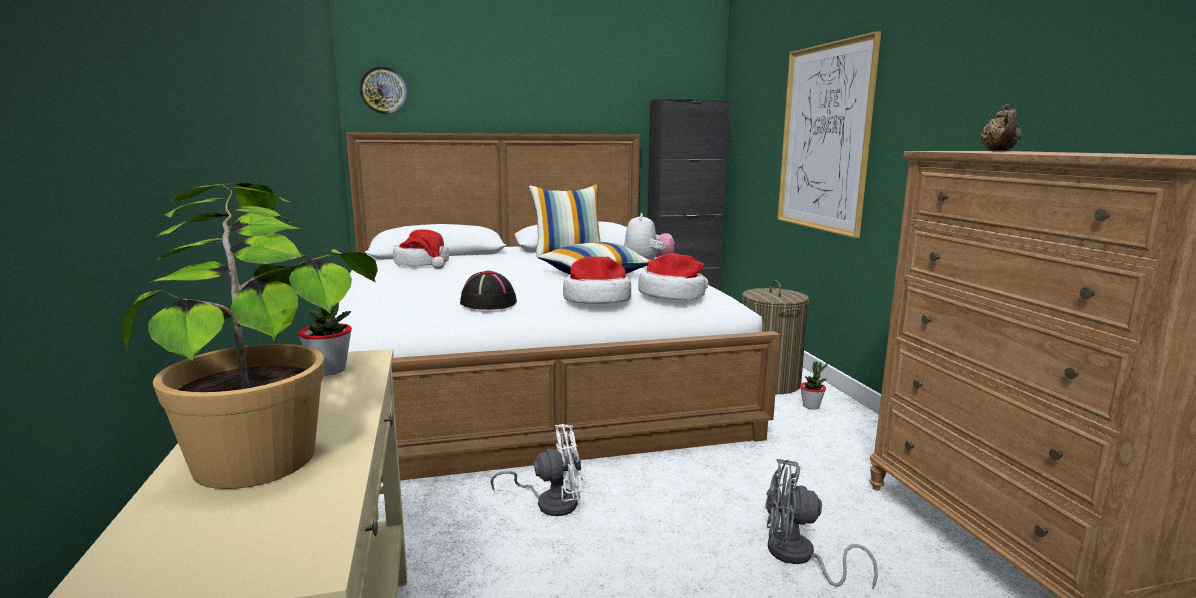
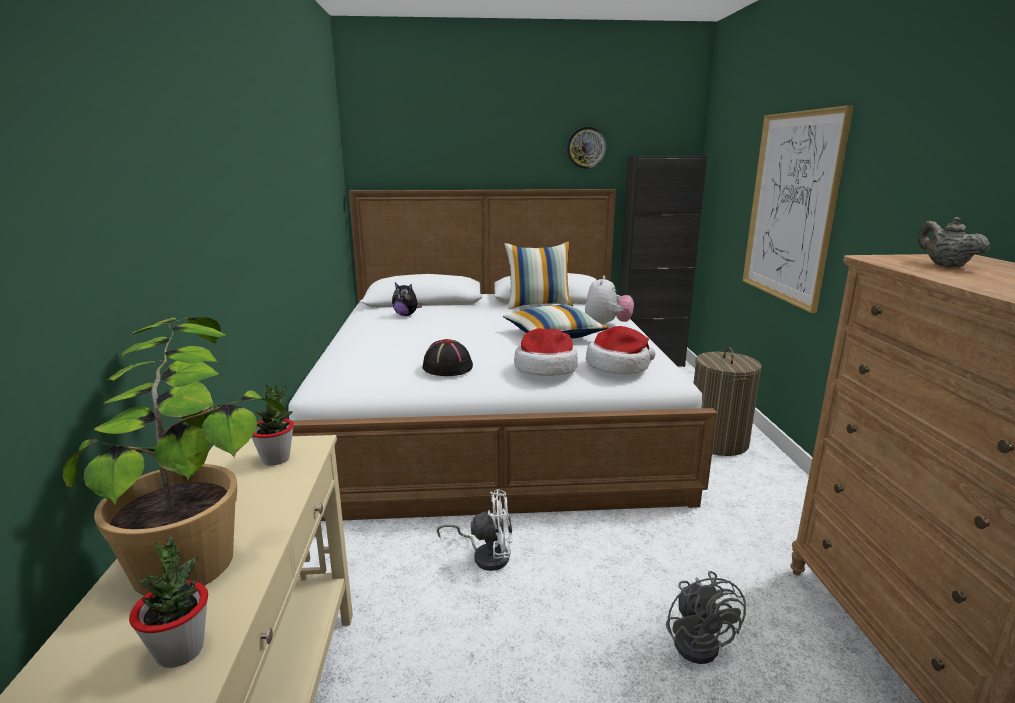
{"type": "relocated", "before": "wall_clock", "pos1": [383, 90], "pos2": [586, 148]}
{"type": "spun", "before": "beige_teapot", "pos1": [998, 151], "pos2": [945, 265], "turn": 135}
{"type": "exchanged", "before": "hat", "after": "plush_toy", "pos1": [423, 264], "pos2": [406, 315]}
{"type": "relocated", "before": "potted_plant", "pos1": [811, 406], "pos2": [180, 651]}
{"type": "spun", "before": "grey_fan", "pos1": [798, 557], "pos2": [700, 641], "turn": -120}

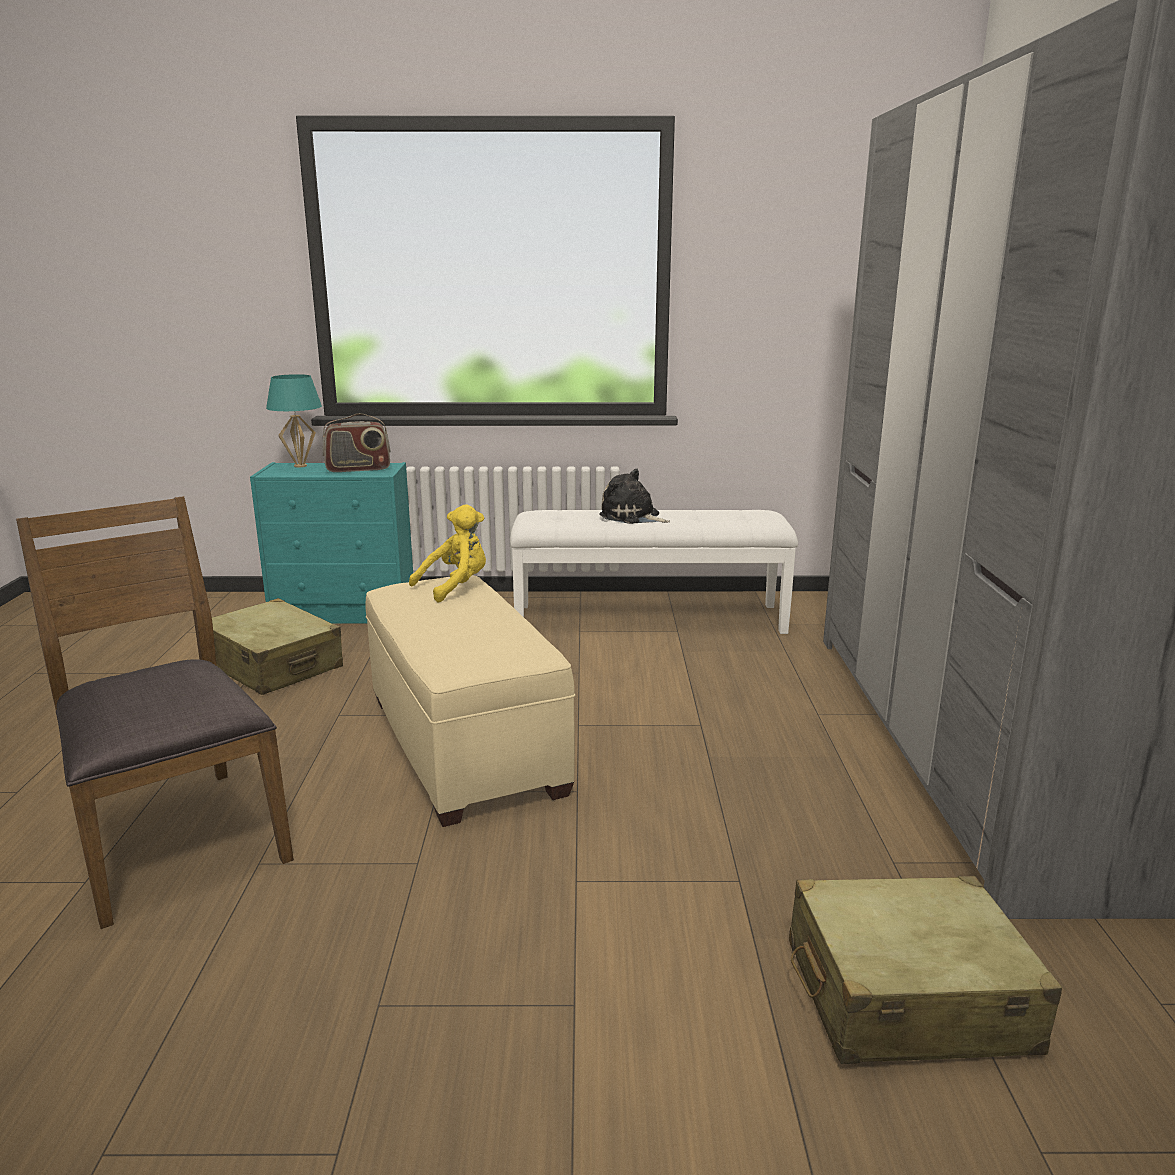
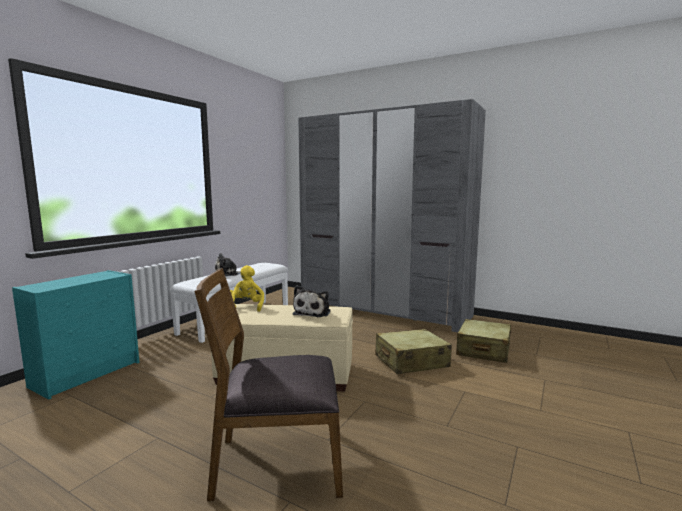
{"type": "missing", "before": "turquoise_table_lamp", "pos1": [300, 466]}
{"type": "missing", "before": "radio", "pos1": [358, 469]}
{"type": "relocated", "before": "beige_suitcase", "pos1": [273, 665], "pos2": [411, 362]}
{"type": "appeared", "after": "plush_toy", "pos2": [313, 312]}

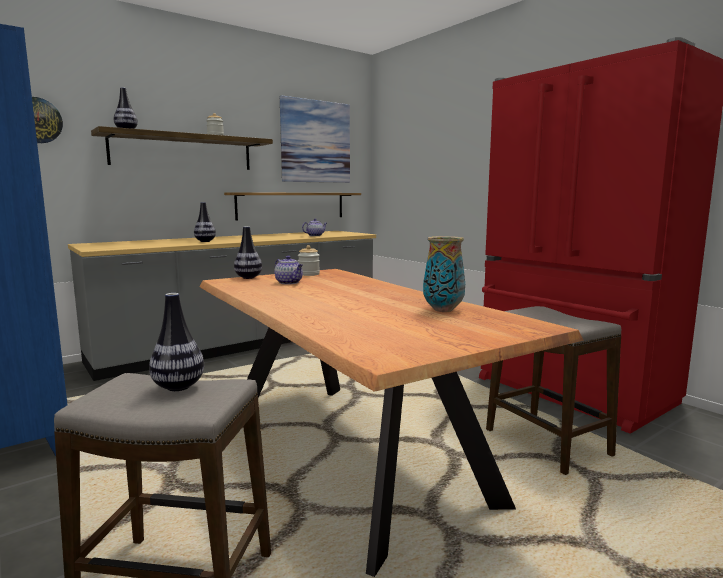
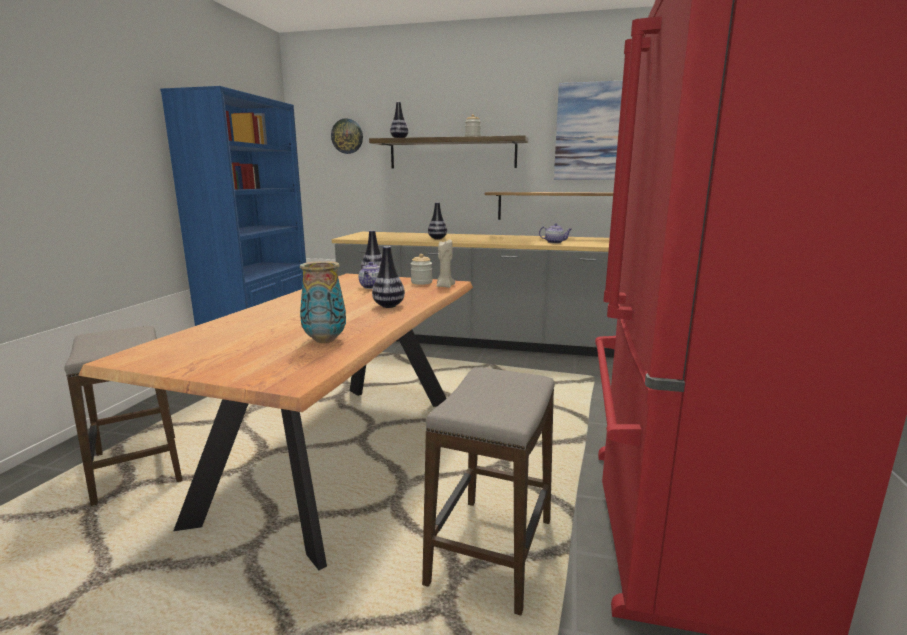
{"type": "relocated", "before": "vase", "pos1": [178, 387], "pos2": [389, 306]}
{"type": "appeared", "after": "beige_candle", "pos2": [445, 286]}

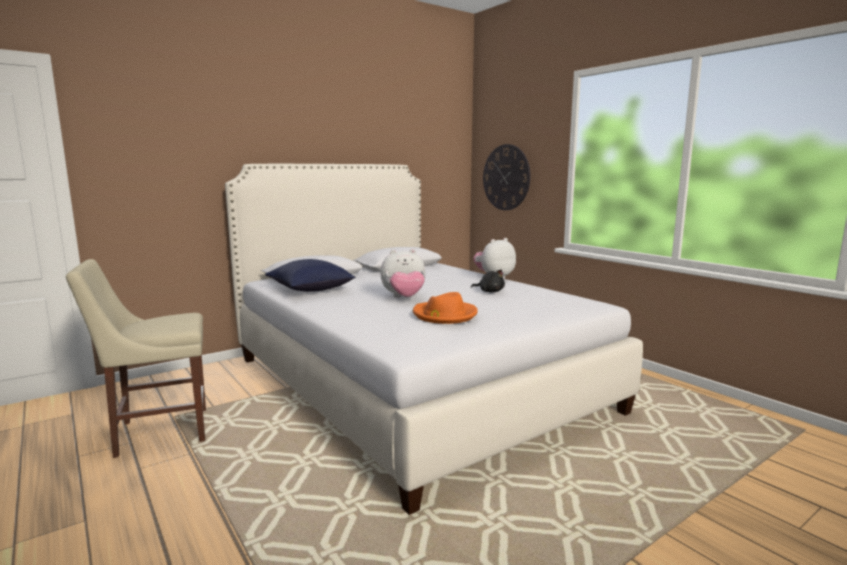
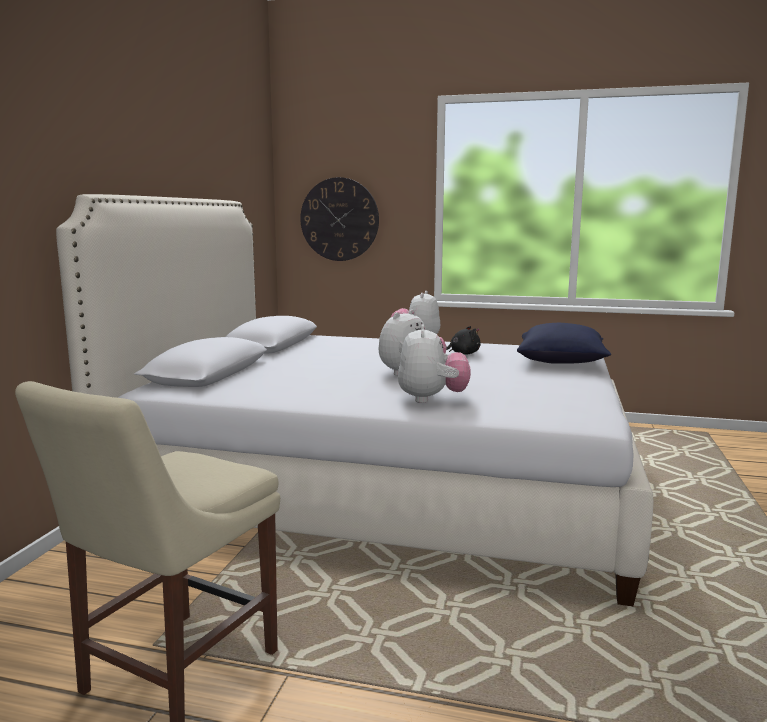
{"type": "relocated", "before": "blue_pillow", "pos1": [310, 290], "pos2": [561, 362]}
{"type": "missing", "before": "orange_hat", "pos1": [444, 315]}
{"type": "appeared", "after": "plush_toy", "pos2": [432, 399]}

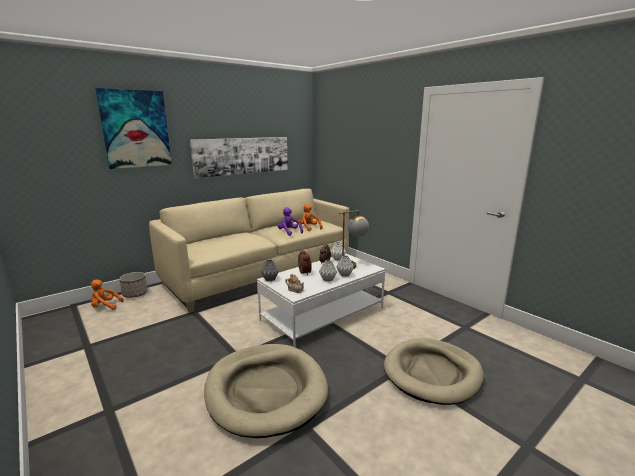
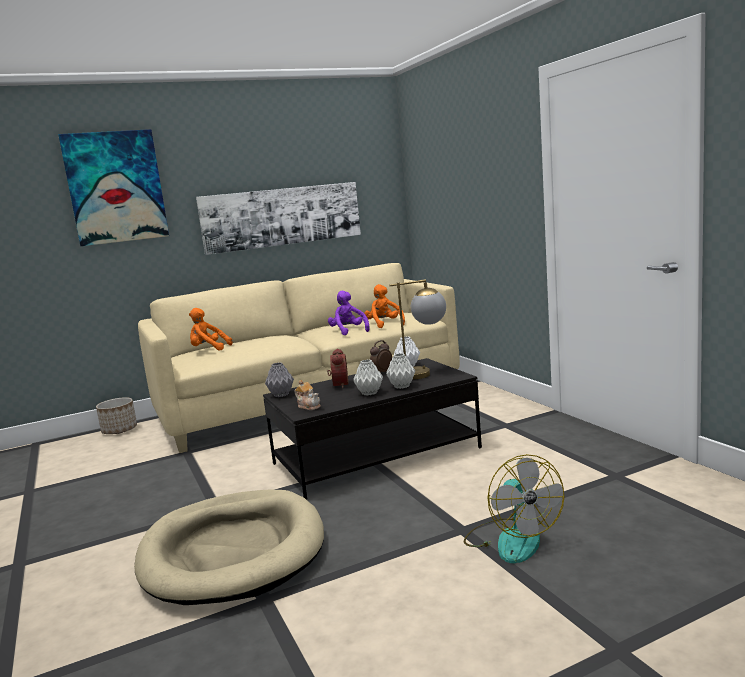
{"type": "colour", "before": "white_coffee_table", "after": "black_coffee_table", "pos1": [323, 314], "pos2": [376, 456]}
{"type": "relocated", "before": "orange_plush_toy", "pos1": [105, 306], "pos2": [208, 349]}
{"type": "exchanged", "before": "beige_dog_bed", "after": "fan", "pos1": [432, 373], "pos2": [511, 539]}

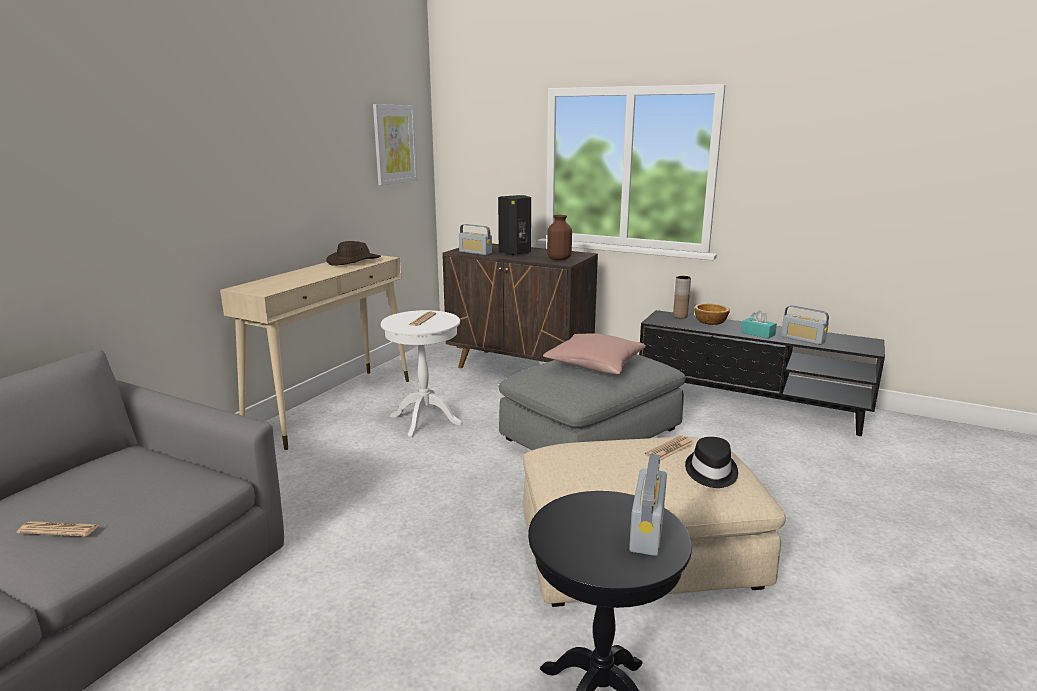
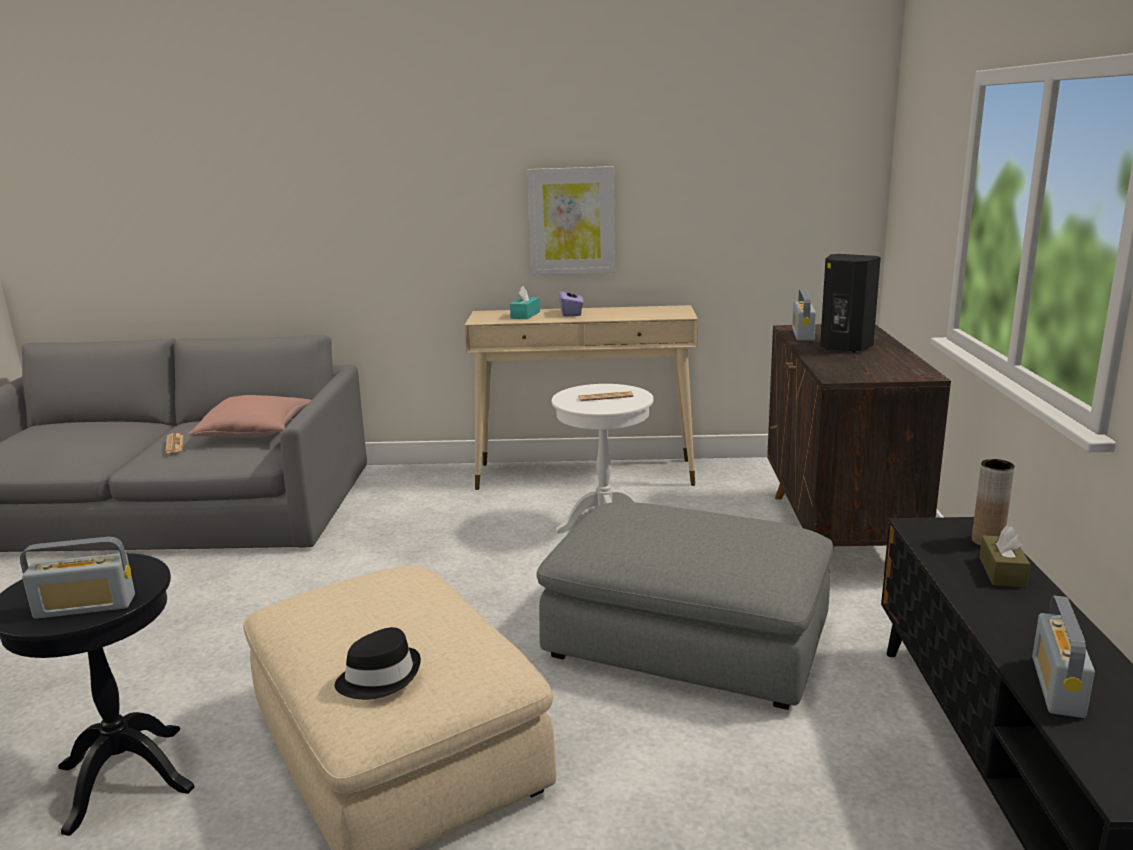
{"type": "relocated", "before": "picture", "pos1": [395, 144], "pos2": [572, 221]}
{"type": "missing", "before": "brown_vase", "pos1": [559, 259]}
{"type": "missing", "before": "brown_hat", "pos1": [354, 261]}
{"type": "exchanged", "before": "bowl", "after": "brown_tissue_box", "pos1": [709, 322], "pos2": [1002, 572]}
{"type": "relocated", "before": "turquoise_tissue_box", "pos1": [758, 334], "pos2": [525, 315]}
{"type": "relocated", "before": "pink_pillow", "pos1": [594, 365], "pos2": [255, 431]}
{"type": "missing", "before": "newspaper", "pos1": [669, 449]}
{"type": "appeared", "after": "purple_tissue_box", "pos2": [571, 313]}

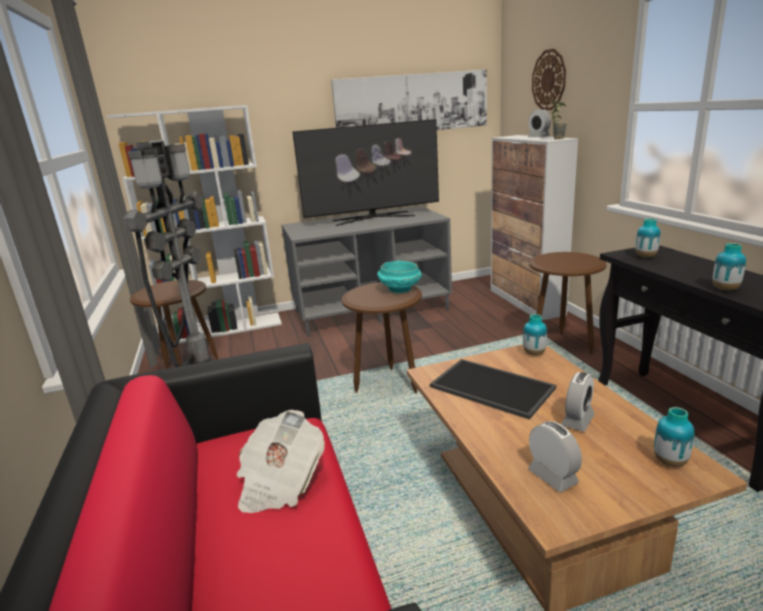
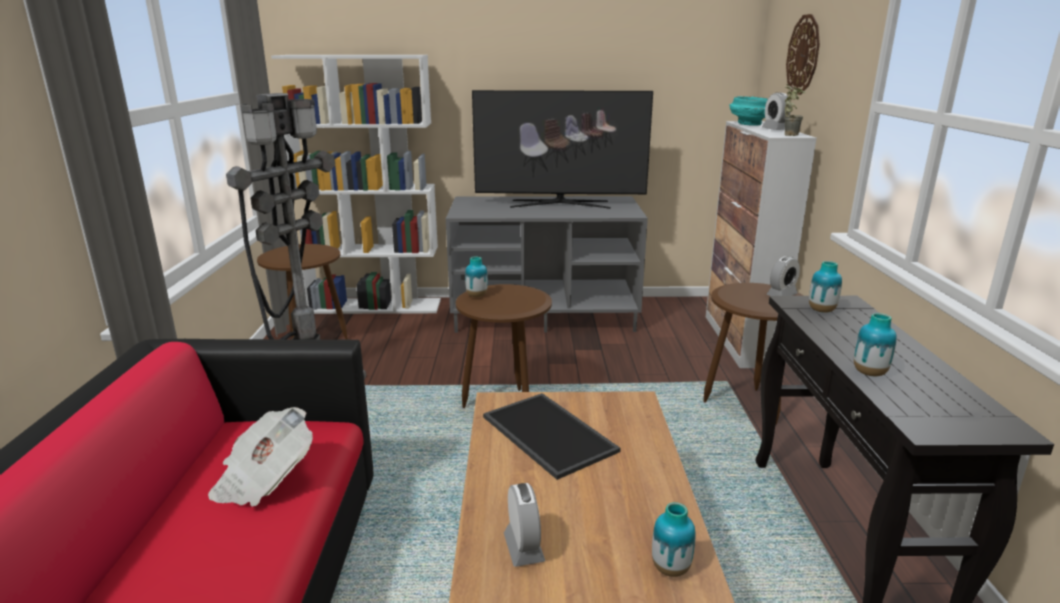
{"type": "missing", "before": "picture", "pos1": [412, 103]}
{"type": "relocated", "before": "turquoise_bowl", "pos1": [400, 289], "pos2": [749, 124]}
{"type": "relocated", "before": "vase", "pos1": [534, 353], "pos2": [476, 296]}
{"type": "relocated", "before": "alarm_clock", "pos1": [577, 420], "pos2": [781, 295]}

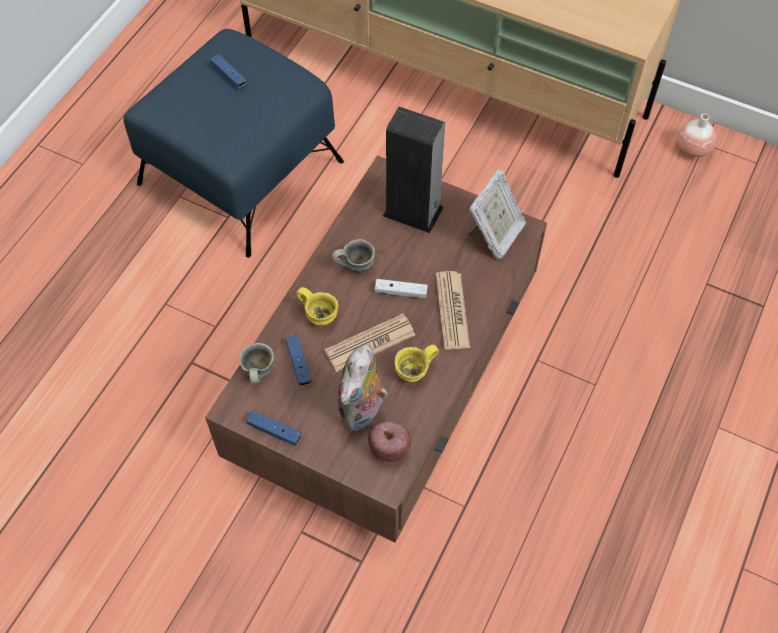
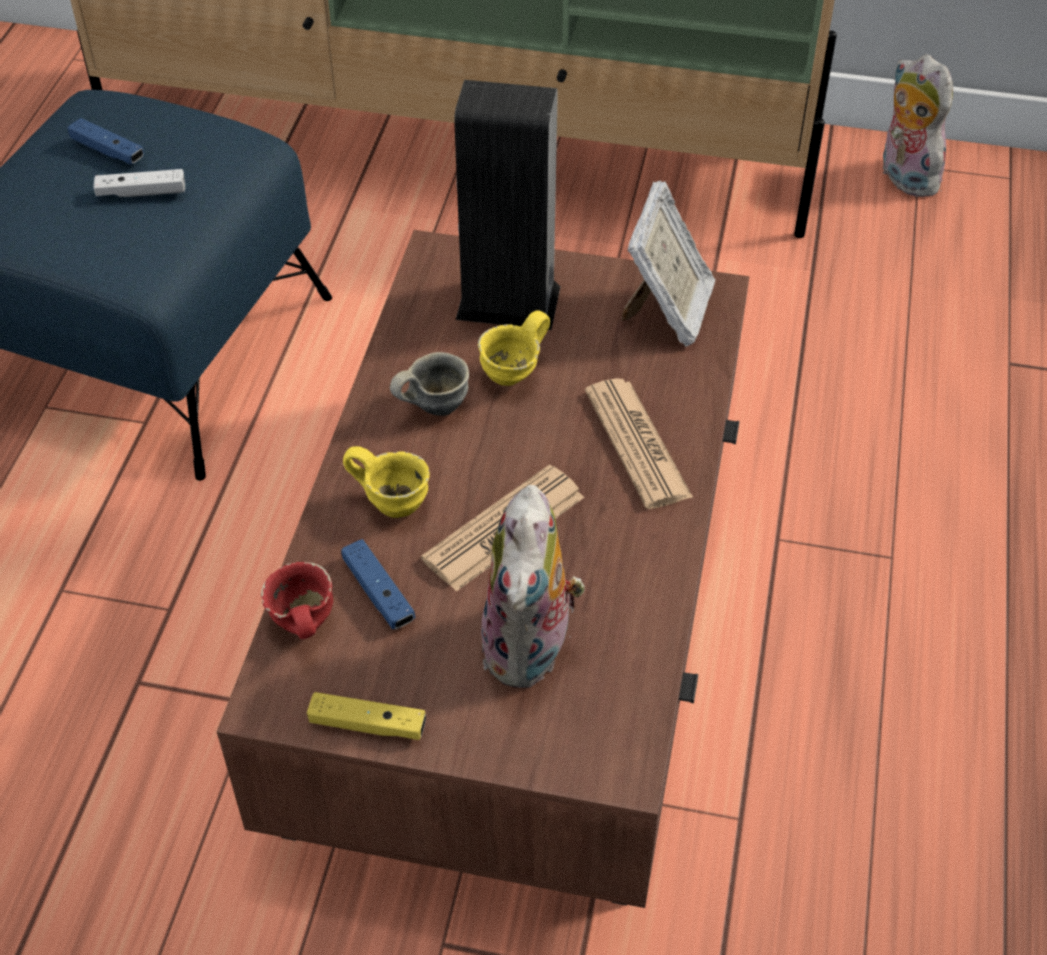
{"type": "exchanged", "before": "vase", "after": "plush_toy", "pos1": [692, 149], "pos2": [903, 177]}
{"type": "relocated", "before": "white_game_controller", "pos1": [401, 292], "pos2": [141, 192]}
{"type": "colour", "before": "grey_mug", "after": "red_mug", "pos1": [257, 373], "pos2": [300, 627]}
{"type": "relocated", "before": "yellow_mug", "pos1": [415, 373], "pos2": [515, 376]}
{"type": "colour", "before": "blue_game_controller", "after": "yellow_game_controller", "pos1": [274, 431], "pos2": [367, 724]}
{"type": "missing", "before": "apple", "pos1": [390, 449]}

